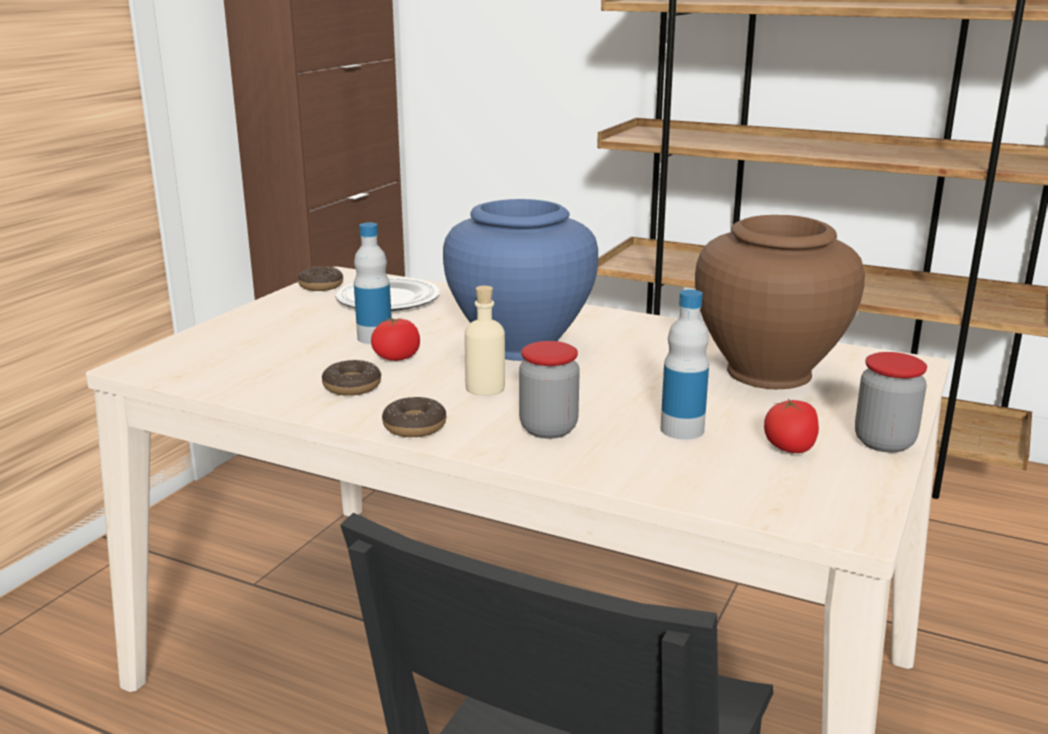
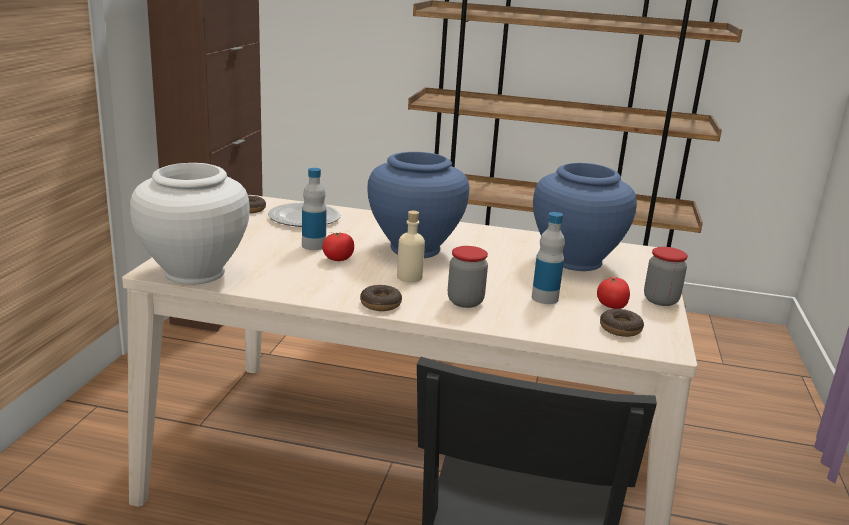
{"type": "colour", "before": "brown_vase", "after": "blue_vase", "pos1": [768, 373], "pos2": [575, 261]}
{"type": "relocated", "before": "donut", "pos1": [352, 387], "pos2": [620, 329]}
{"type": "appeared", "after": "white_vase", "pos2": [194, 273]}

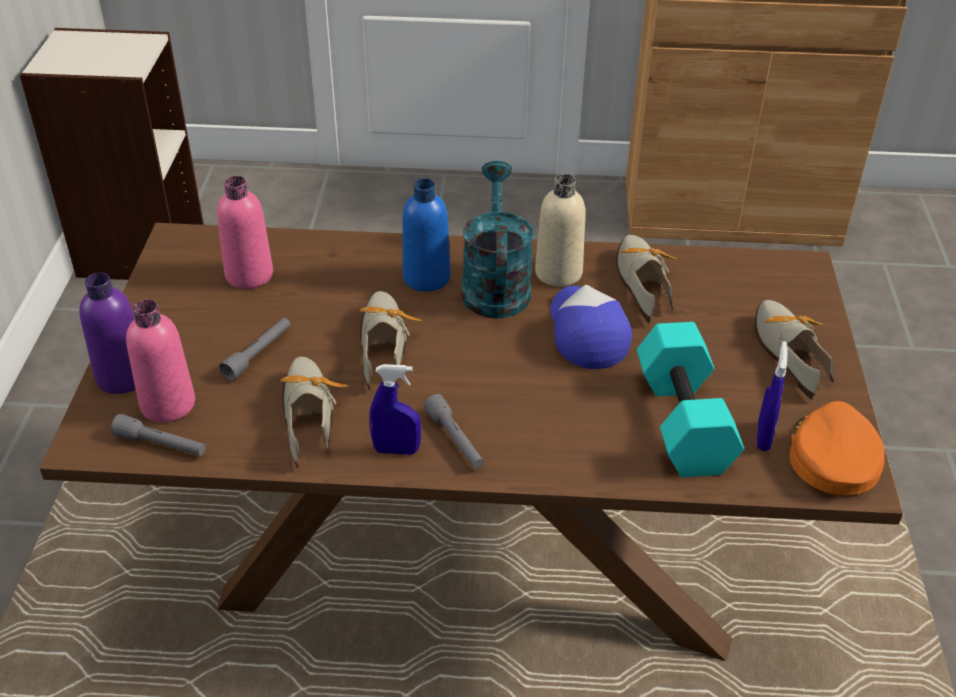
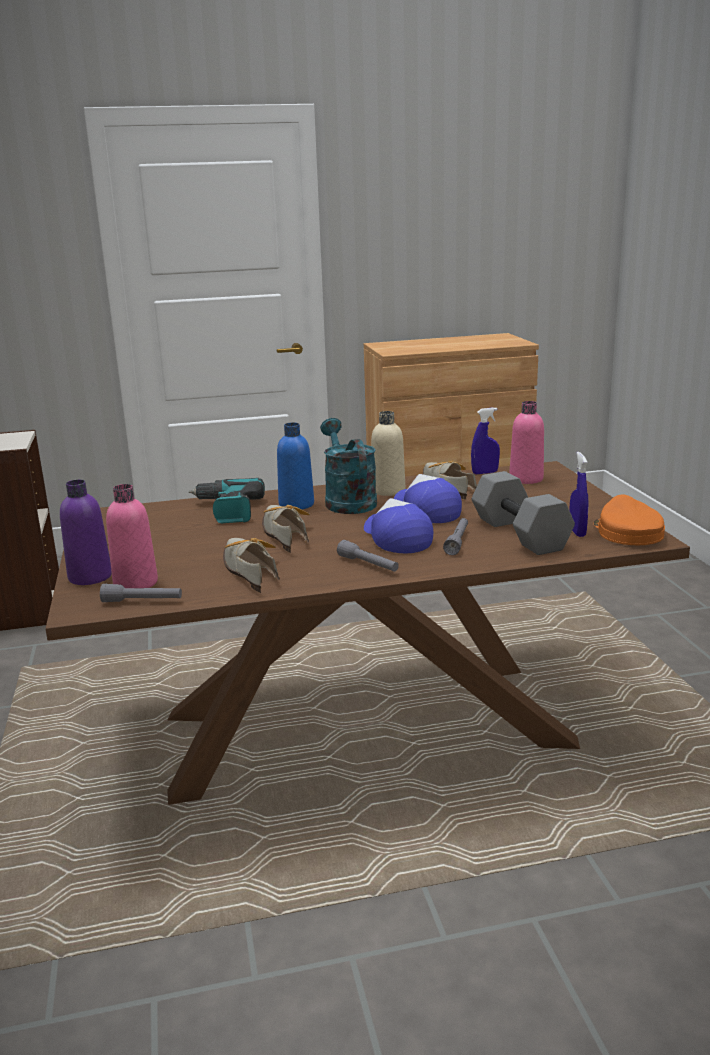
{"type": "relocated", "before": "pink_bottle", "pos1": [249, 275], "pos2": [526, 479]}
{"type": "missing", "before": "shoe", "pos1": [788, 351]}
{"type": "relocated", "before": "grey_flashlight", "pos1": [258, 354], "pos2": [457, 542]}
{"type": "colour", "before": "turquoise_dumbbell", "after": "grey_dumbbell", "pos1": [686, 422], "pos2": [522, 534]}
{"type": "relocated", "before": "blue_spray_bottle", "pos1": [396, 450], "pos2": [485, 473]}
{"type": "appeared", "after": "power_drill", "pos2": [227, 510]}
{"type": "appeared", "after": "cap", "pos2": [396, 537]}

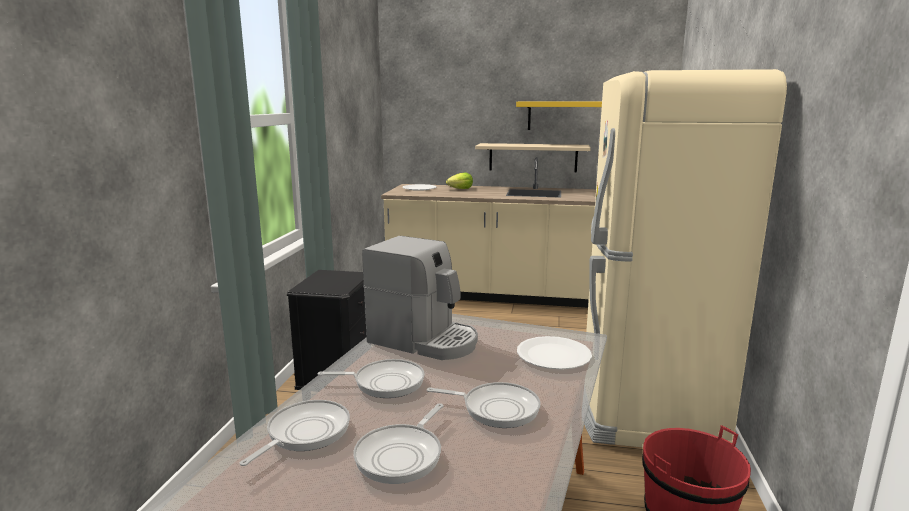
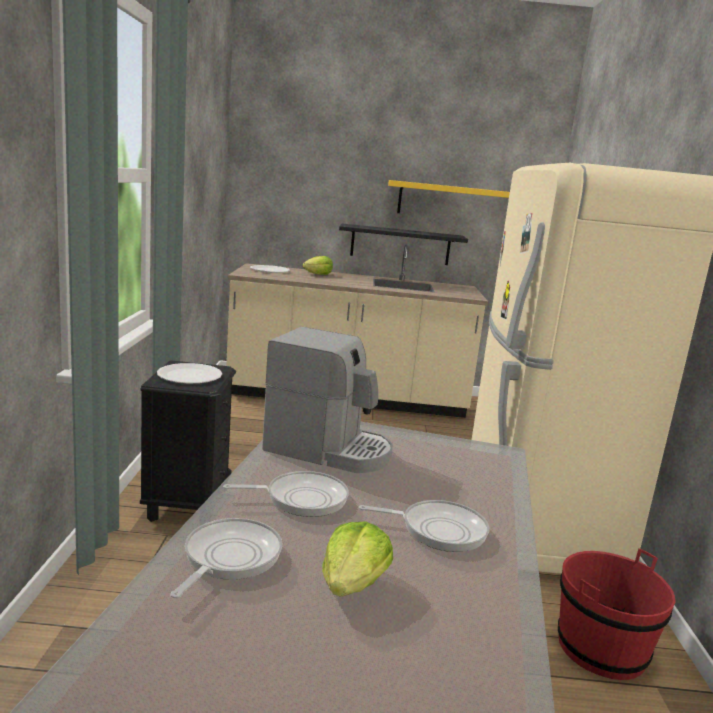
{"type": "colour", "before": "beige_shelf", "after": "black_shelf", "pos1": [533, 157], "pos2": [400, 244]}
{"type": "relocated", "before": "white_plate", "pos1": [553, 355], "pos2": [189, 375]}
{"type": "exchanged", "before": "frying_pan", "after": "lettuce", "pos1": [402, 455], "pos2": [353, 583]}

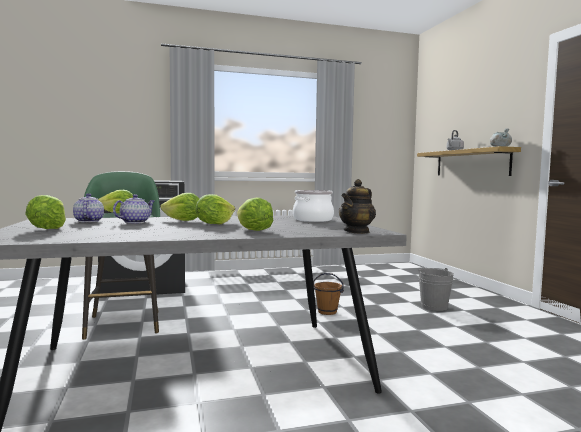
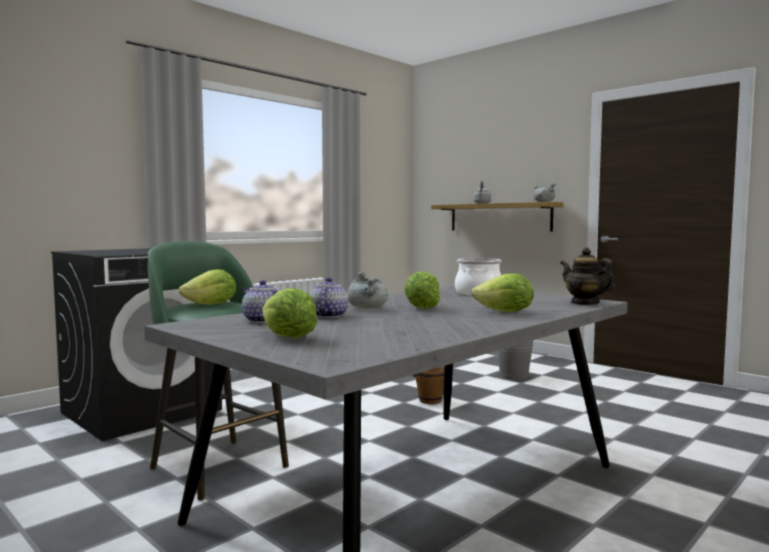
{"type": "spun", "before": "teapot", "pos1": [357, 231], "pos2": [585, 303], "turn": 135}
{"type": "exchanged", "before": "lettuce", "after": "grey_cooking_pot", "pos1": [183, 221], "pos2": [368, 308]}

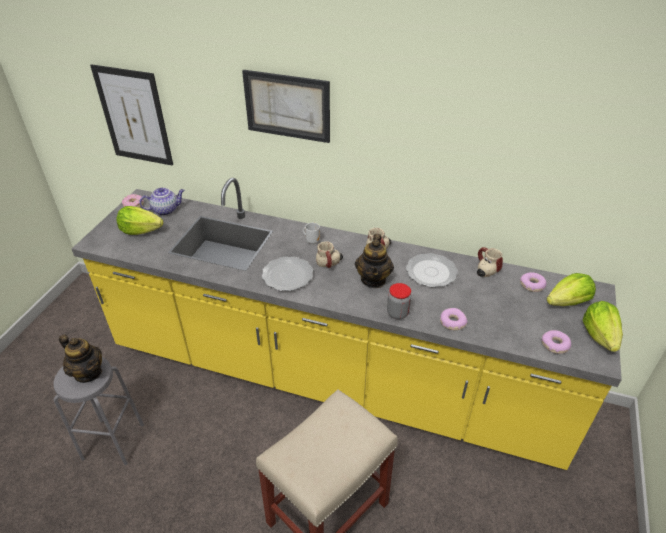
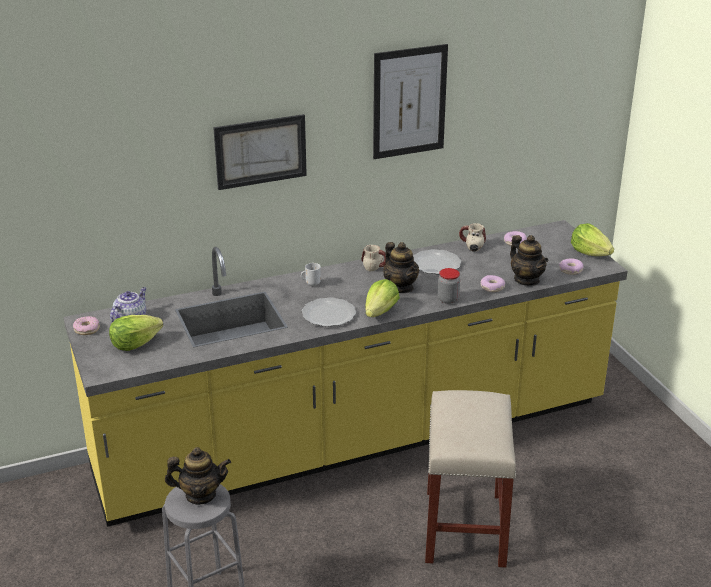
{"type": "relocated", "before": "picture", "pos1": [134, 116], "pos2": [409, 102]}
{"type": "missing", "before": "mug", "pos1": [330, 264]}
{"type": "relocated", "before": "lettuce", "pos1": [568, 302], "pos2": [380, 312]}
{"type": "appeared", "after": "teapot", "pos2": [527, 280]}

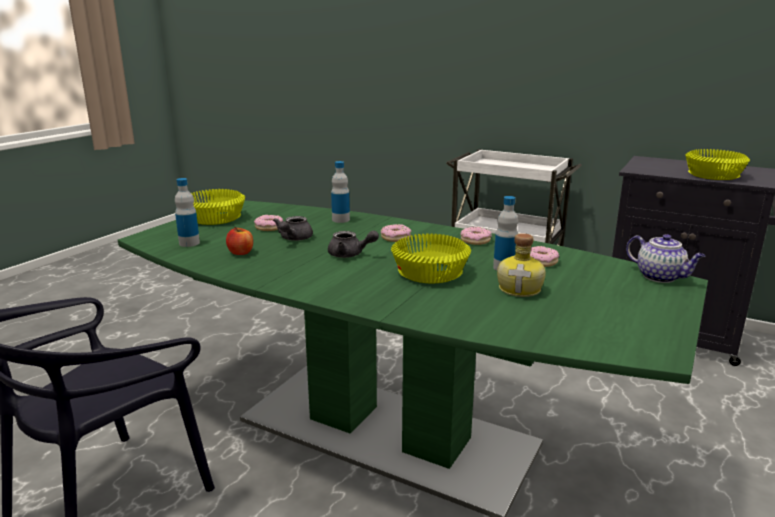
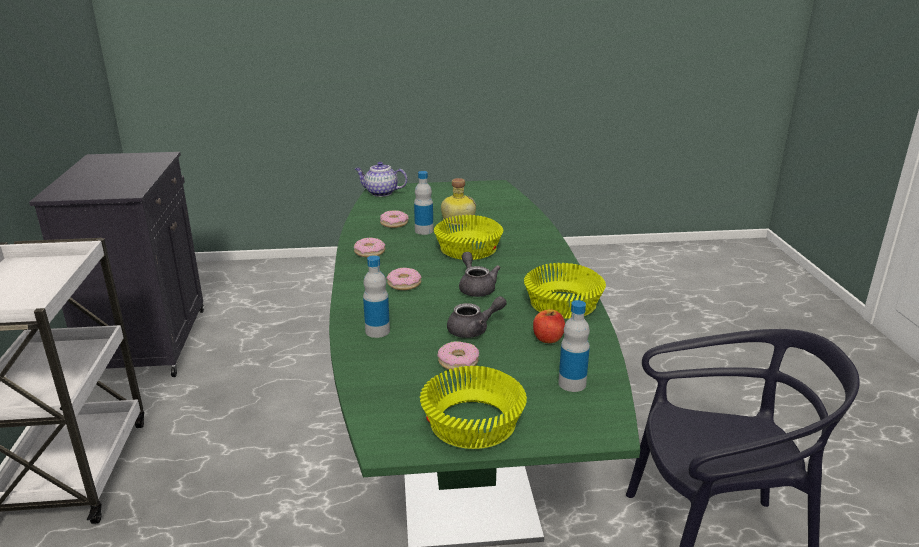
{"type": "relocated", "before": "yellow_bowl", "pos1": [714, 175], "pos2": [561, 304]}
{"type": "spun", "before": "teapot", "pos1": [661, 277], "pos2": [380, 193], "turn": -90}

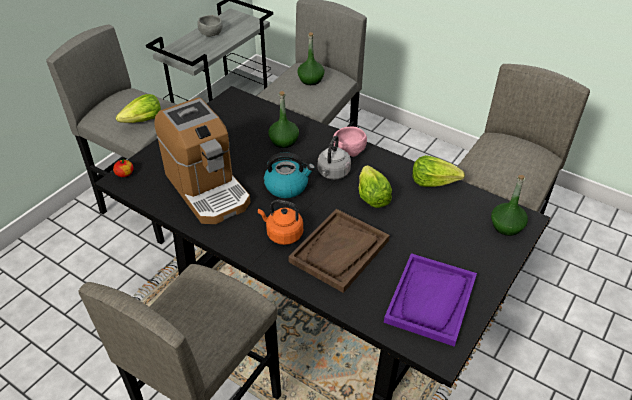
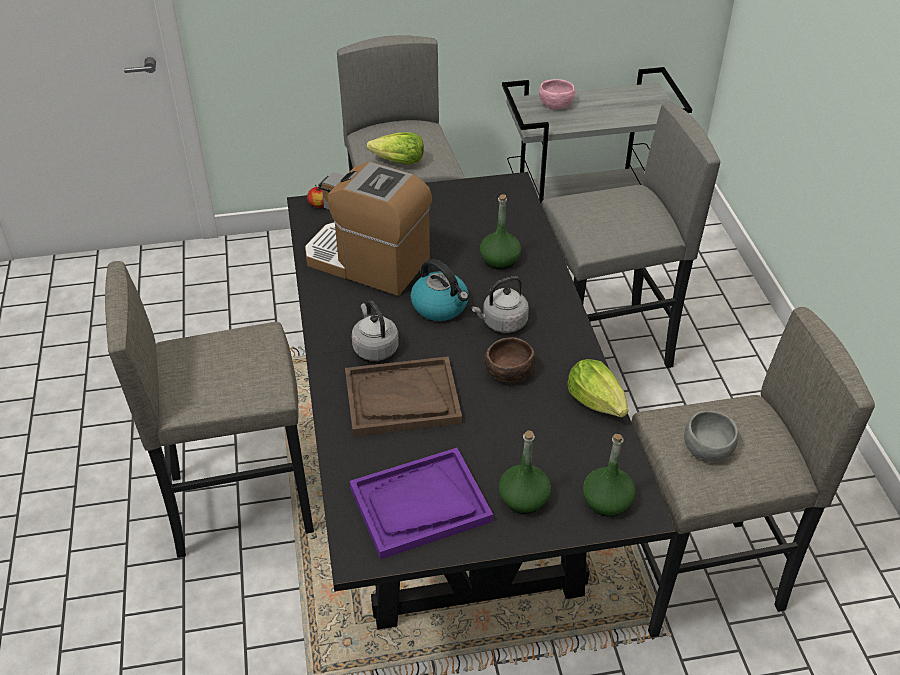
{"type": "relocated", "before": "grey_bowl", "pos1": [211, 32], "pos2": [709, 447]}
{"type": "relocated", "before": "green_bottle", "pos1": [311, 80], "pos2": [524, 499]}
{"type": "spun", "before": "coffee_machine", "pos1": [207, 189], "pos2": [367, 262], "turn": 105}
{"type": "relocated", "before": "pink_bowl", "pos1": [348, 149], "pos2": [555, 103]}
{"type": "exchanged", "before": "lettuce", "after": "brown_bowl", "pos1": [372, 196], "pos2": [508, 371]}
{"type": "colour", "before": "orange_kettle", "after": "grey_kettle", "pos1": [282, 234], "pos2": [374, 347]}

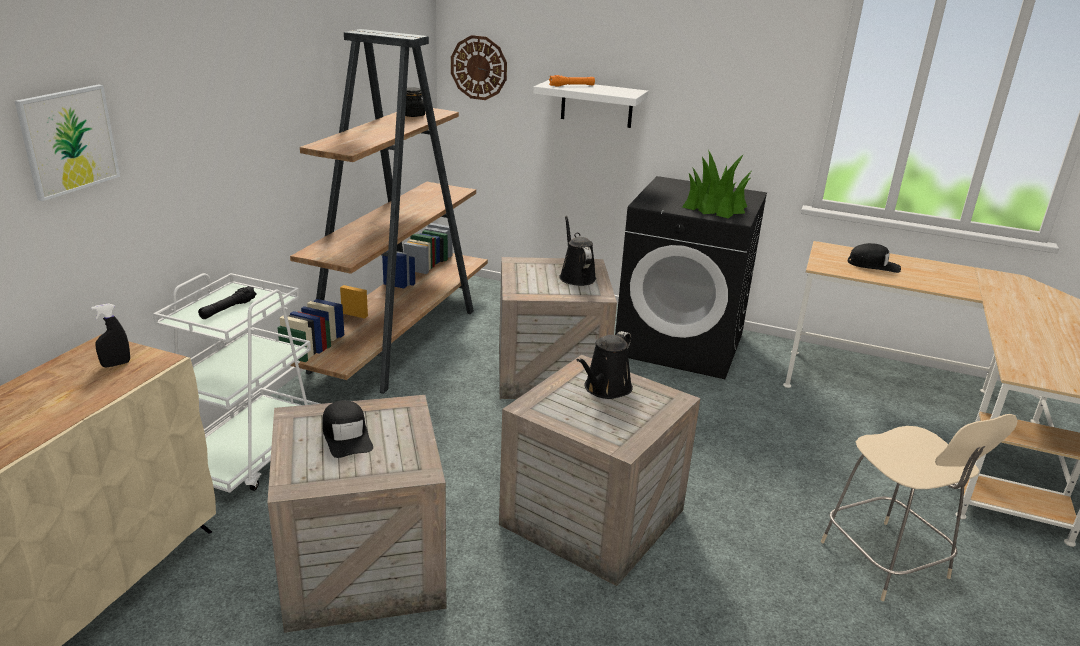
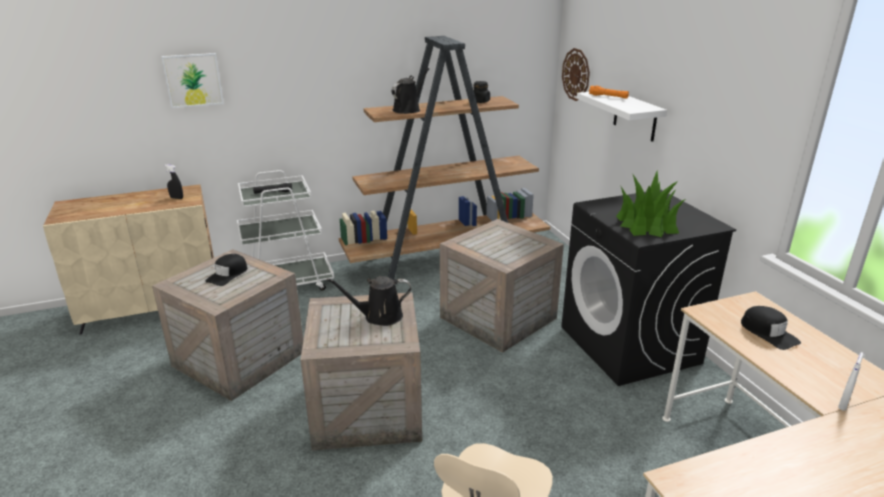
{"type": "relocated", "before": "black_watering_can", "pos1": [576, 276], "pos2": [408, 109]}
{"type": "appeared", "after": "white_spray_bottle", "pos2": [843, 404]}

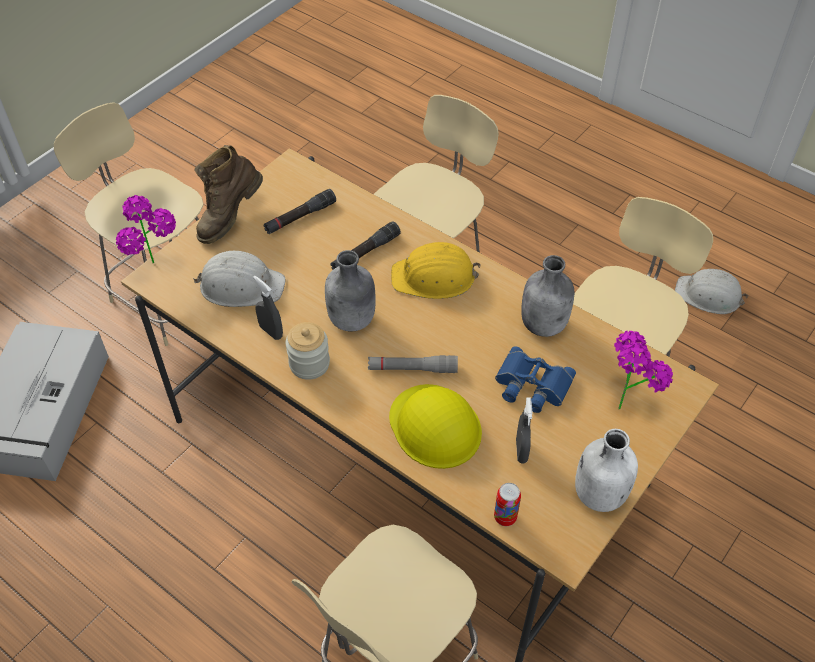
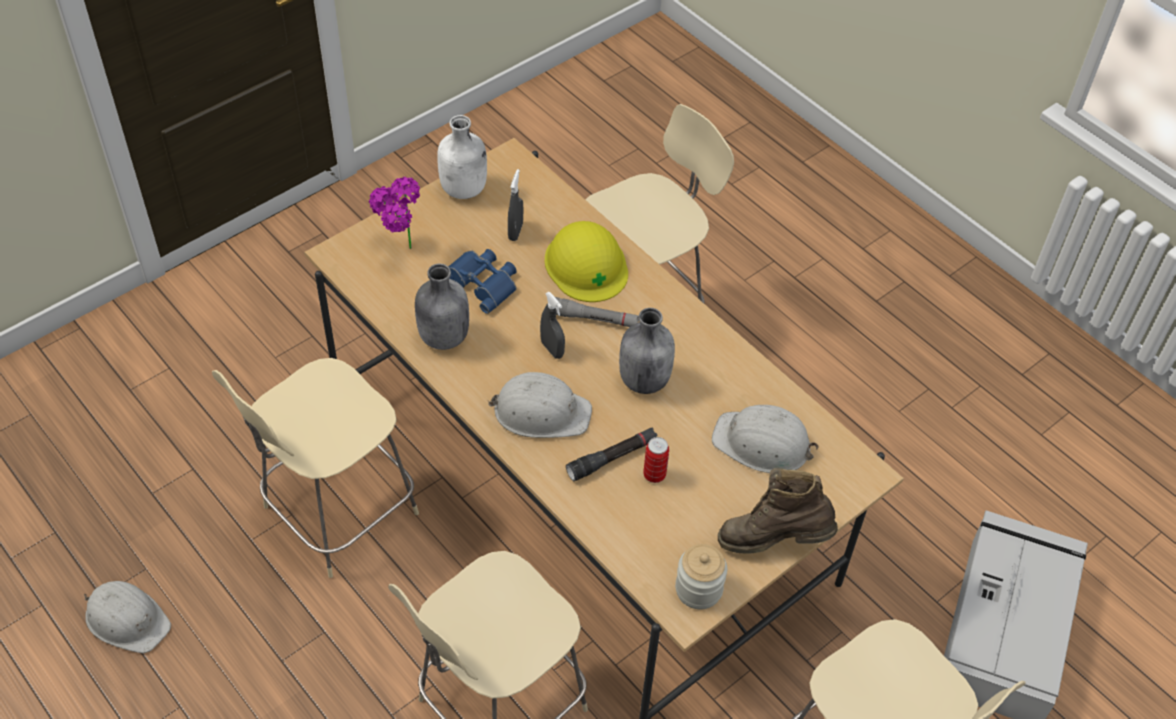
{"type": "spun", "before": "brown_boot", "pos1": [229, 218], "pos2": [773, 540], "turn": -135}
{"type": "missing", "before": "black_flashlight", "pos1": [300, 217]}
{"type": "missing", "before": "potted_plant", "pos1": [158, 269]}
{"type": "colour", "before": "yellow_hard_hat", "after": "white_hard_hat", "pos1": [434, 277], "pos2": [541, 412]}
{"type": "relocated", "before": "grey_spray_bottle", "pos1": [271, 331], "pos2": [552, 349]}
{"type": "relocated", "before": "jar", "pos1": [309, 364], "pos2": [698, 589]}
{"type": "relocated", "before": "can", "pos1": [505, 517], "pos2": [654, 475]}

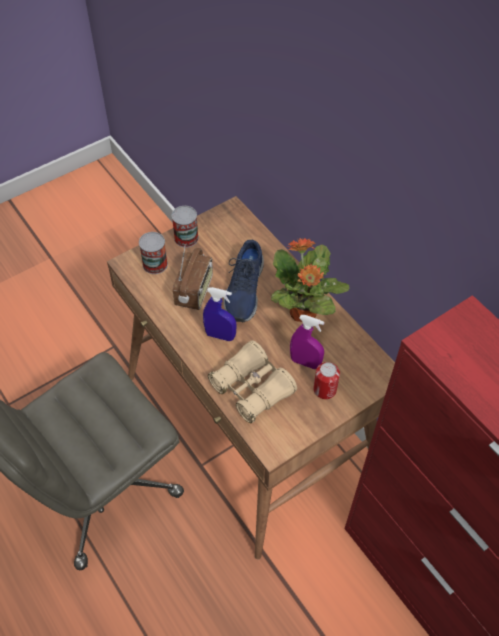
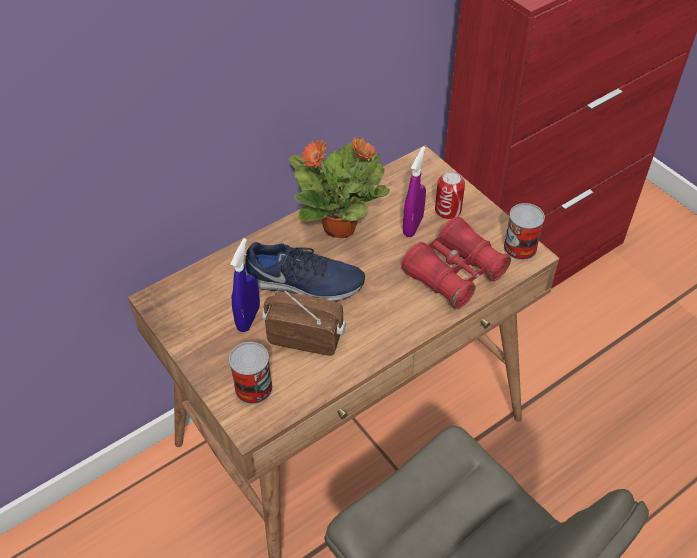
{"type": "relocated", "before": "can", "pos1": [186, 238], "pos2": [520, 247]}
{"type": "relocated", "before": "blue_spray_bottle", "pos1": [220, 335], "pos2": [248, 318]}
{"type": "colour", "before": "beige_binoculars", "after": "red_binoculars", "pos1": [252, 388], "pos2": [454, 273]}

